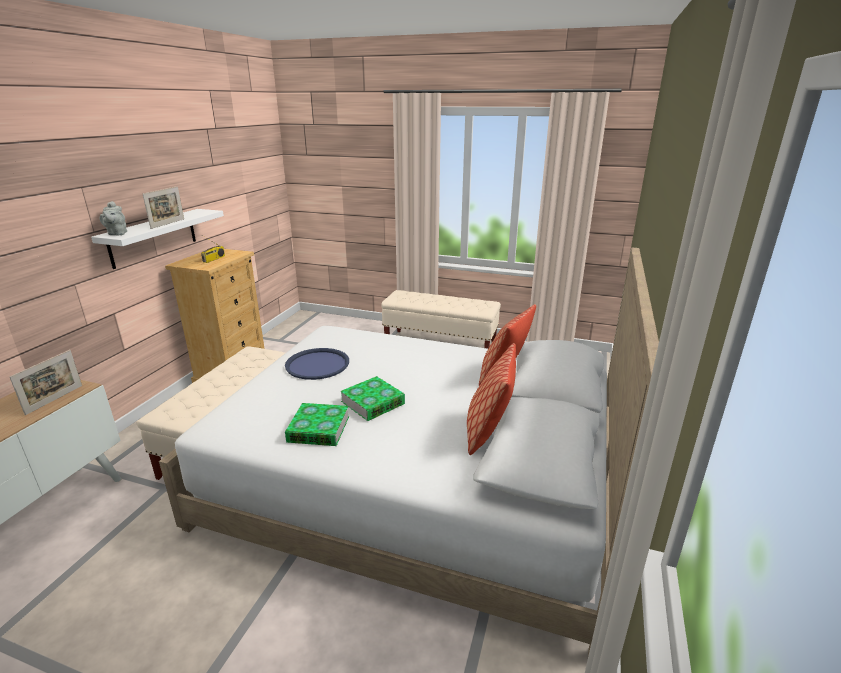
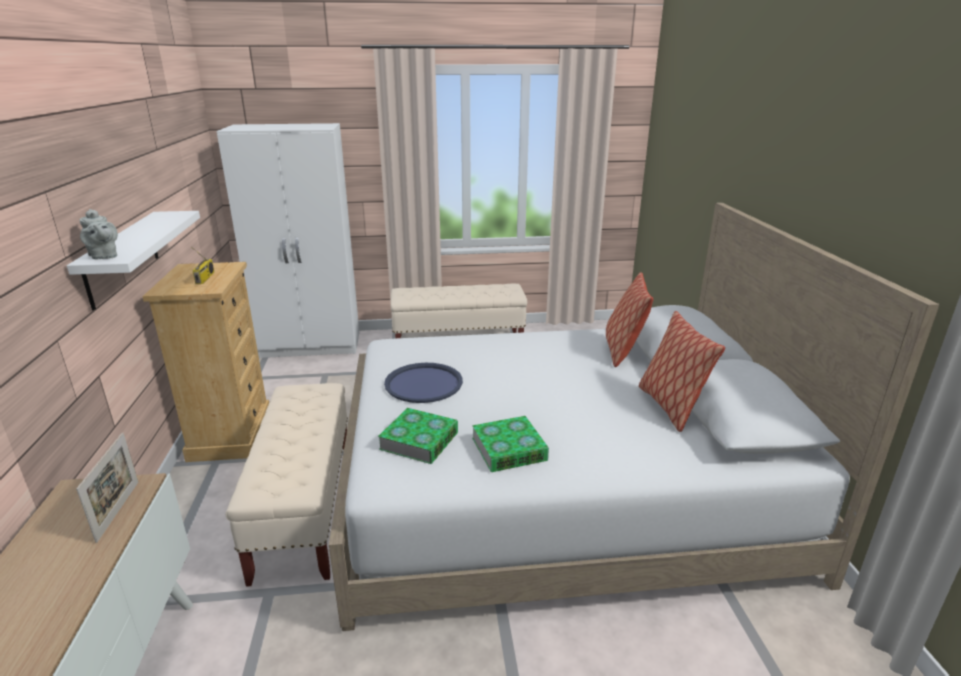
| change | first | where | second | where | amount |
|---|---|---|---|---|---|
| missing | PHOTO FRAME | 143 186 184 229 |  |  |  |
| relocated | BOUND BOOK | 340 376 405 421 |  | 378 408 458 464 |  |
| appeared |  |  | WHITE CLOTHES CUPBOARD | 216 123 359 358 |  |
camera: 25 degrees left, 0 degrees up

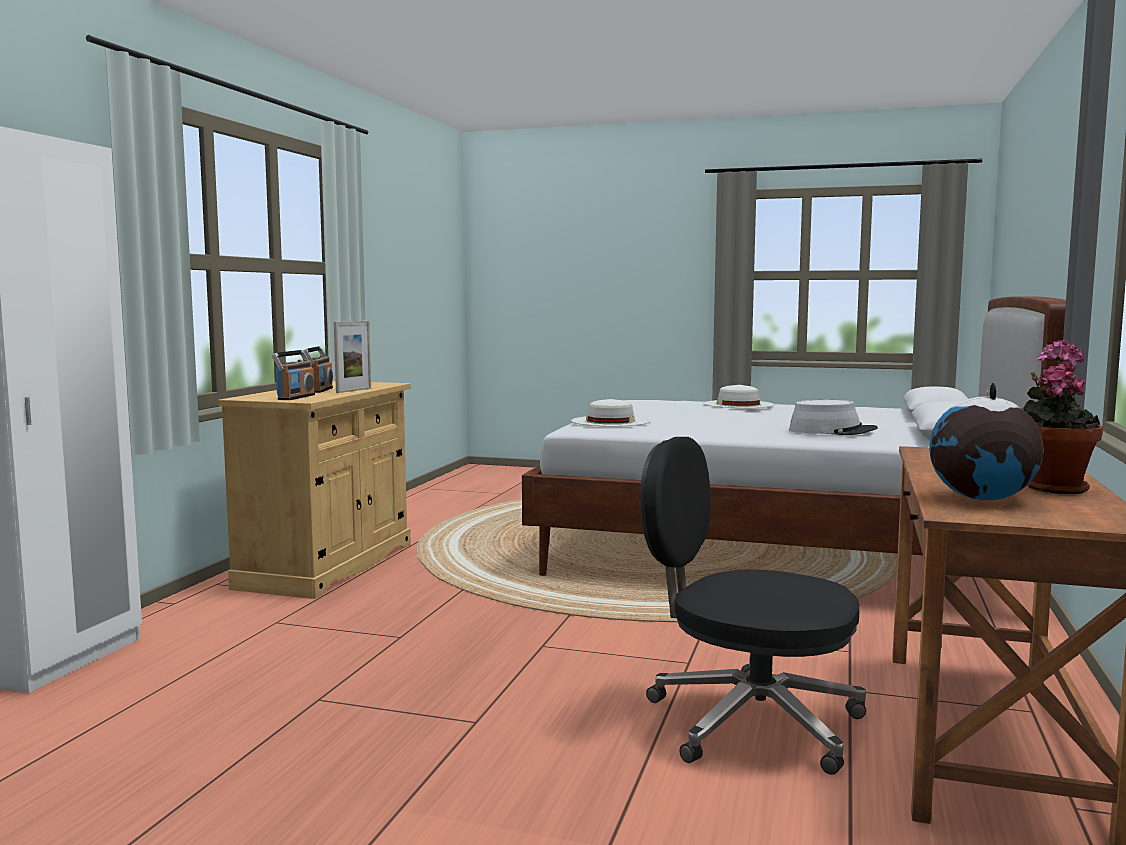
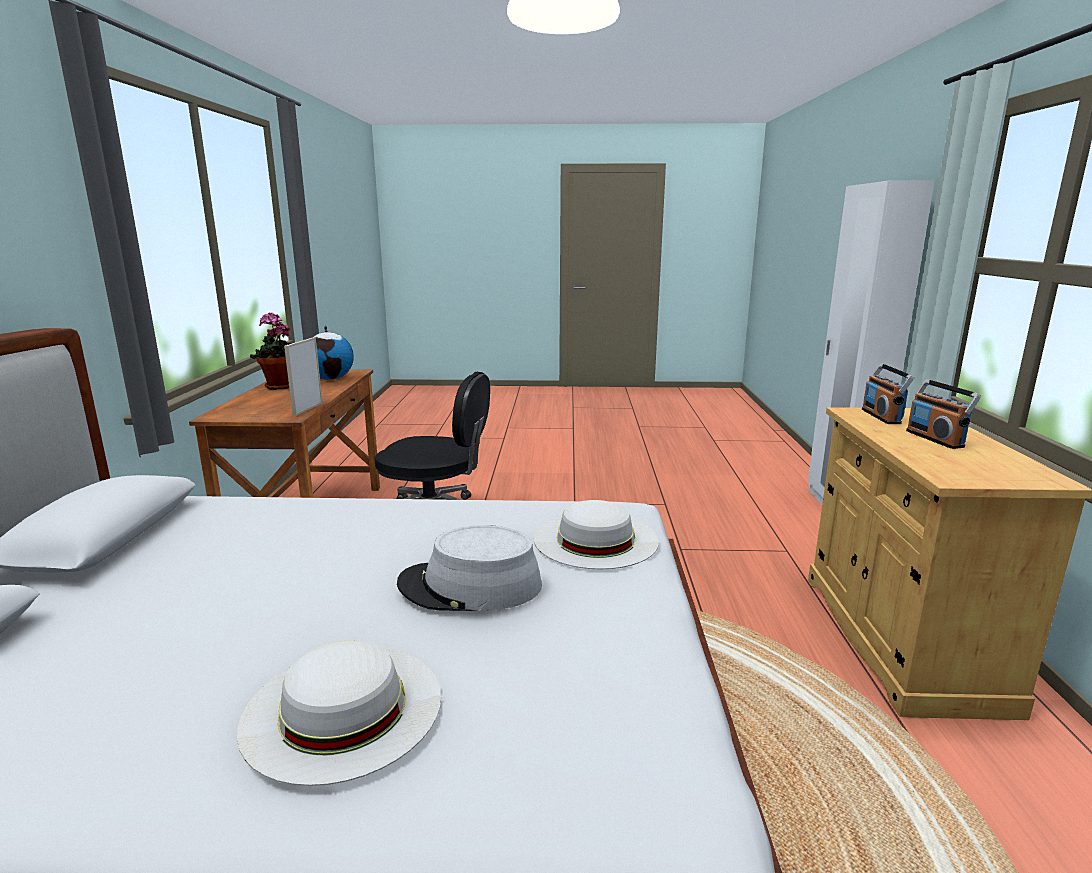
| change | first | where | second | where | amount |
|---|---|---|---|---|---|
| relocated | PHOTO FRAME | 334 321 371 393 |  | 284 337 323 416 |  |
| relocated | GREYISH HAT | 789 400 878 435 |  | 397 525 542 611 |  |
camera: 165 degrees right, 10 degrees up

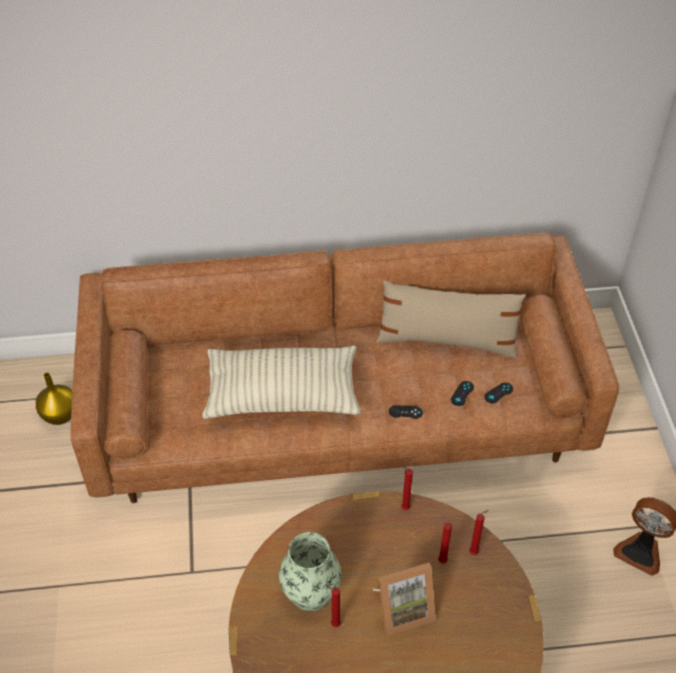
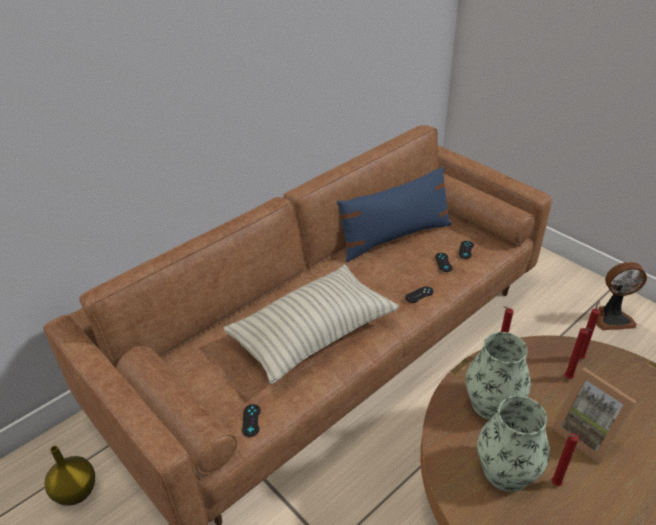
| change | first | where | second | where | amount |
|---|---|---|---|---|---|
| colour | BEIGE CUSHION | 376 281 526 358 | BLUISH CUSHION | 337 166 452 262 |  |
| spun | PHOTO FRAME | 373 563 436 636 |  | 552 368 637 464 | 105 degrees clockwise |
| appeared |  |  | DECORATIVE VASE | 466 332 531 420 |  |
| appeared |  |  | BLACK-COLOURED JOYPAD | 242 404 261 437 |  |
camera: 35 degrees left, 10 degrees down

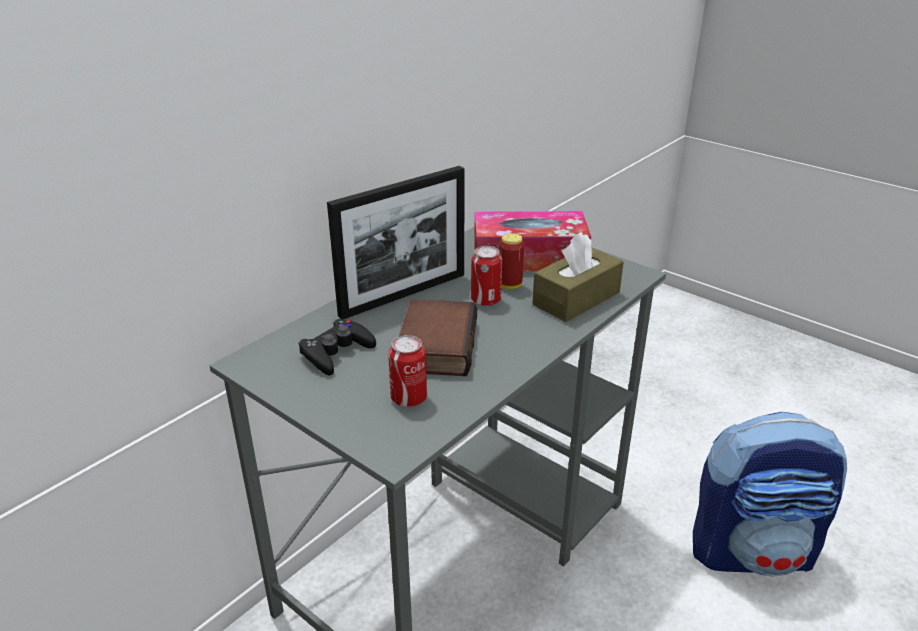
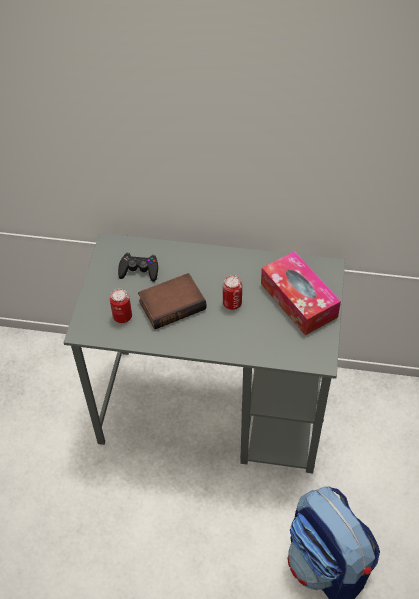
| change | first | where | second | where | amount |
|---|---|---|---|---|---|
| missing | PHOTO FRAME | 327 166 465 319 |  |  |  |
| missing | BROWN TISSUE HOLDER | 532 232 624 322 |  |  |  |
| missing | METAL CAN | 499 233 524 289 |  |  |  |
camera: 60 degrees right, 20 degrees up

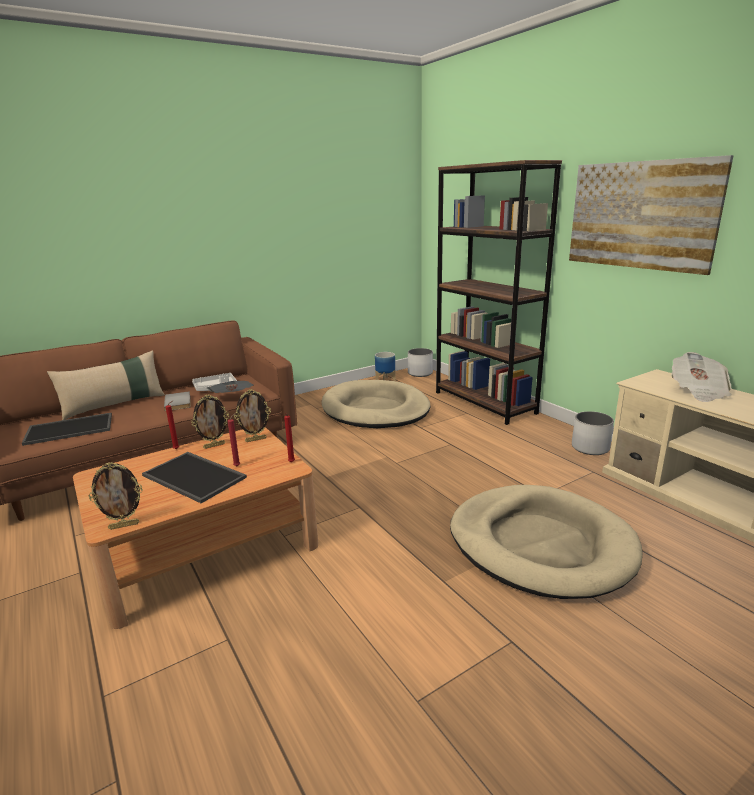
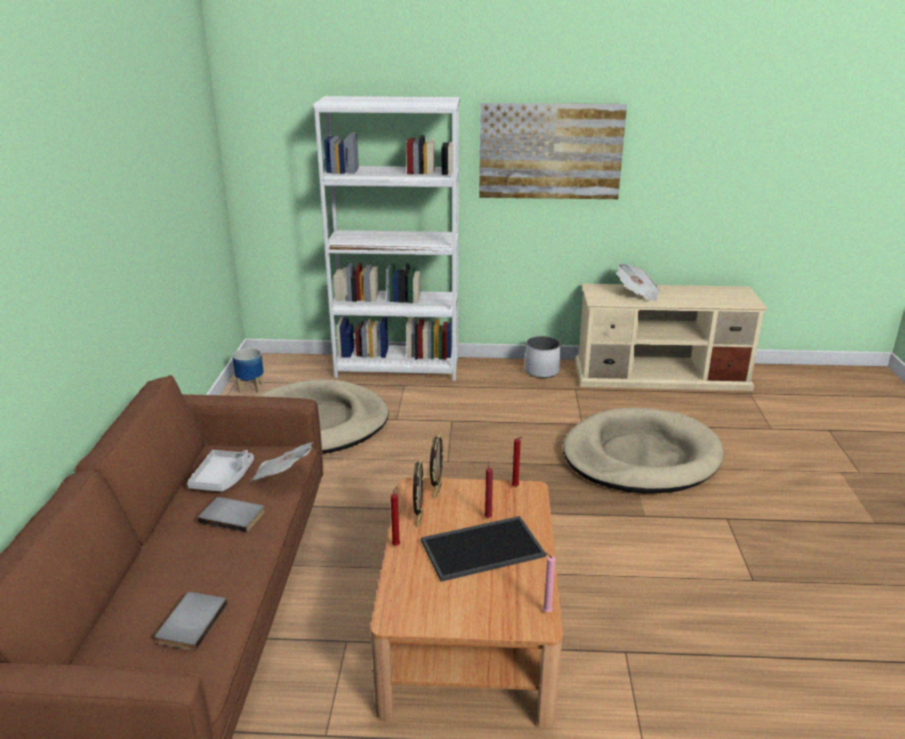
| change | first | where | second | where | amount |
|---|---|---|---|---|---|
| colour | BROWN SHELVING UNIT | 436 160 562 425 | WHITE SHELVING UNIT | 313 96 460 381 |  |
| missing | WHITE PLANTER | 408 348 433 377 |  |  |  |
| missing | BEIGE CUSHION | 47 350 165 420 |  |  |  |
| exchanged | SERVING TRAY | 22 413 112 446 | GREYISH BOUND BOOK | 155 592 228 651 |  |
| exchanged | PHOTO FRAME | 89 462 143 530 | PINK-COLOURED CANDLE | 543 551 555 612 |  |
camera: 55 degrees left, 5 degrees up

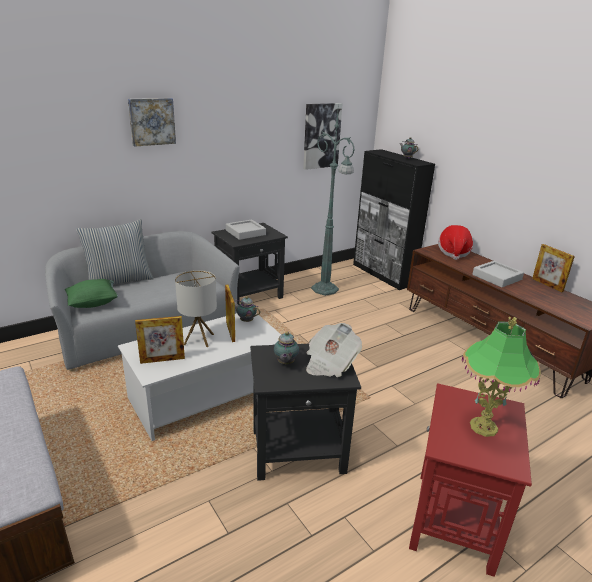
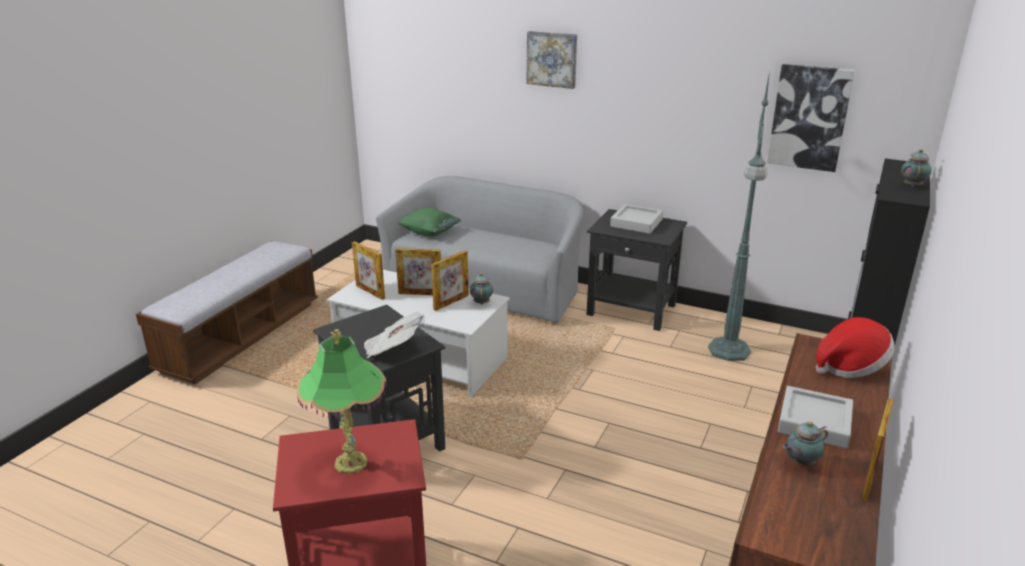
| change | first | where | second | where | amount |
|---|---|---|---|---|---|
| missing | CUSHION | 76 219 154 285 |  |  |  |
| exchanged | TABLETOP LAMP | 175 270 217 347 | PHOTO FRAME | 395 248 441 295 |  |
| relocated | POT FOR TEA | 274 331 299 364 |  | 783 422 828 466 |  |
camera: 60 degrees right, 0 degrees up

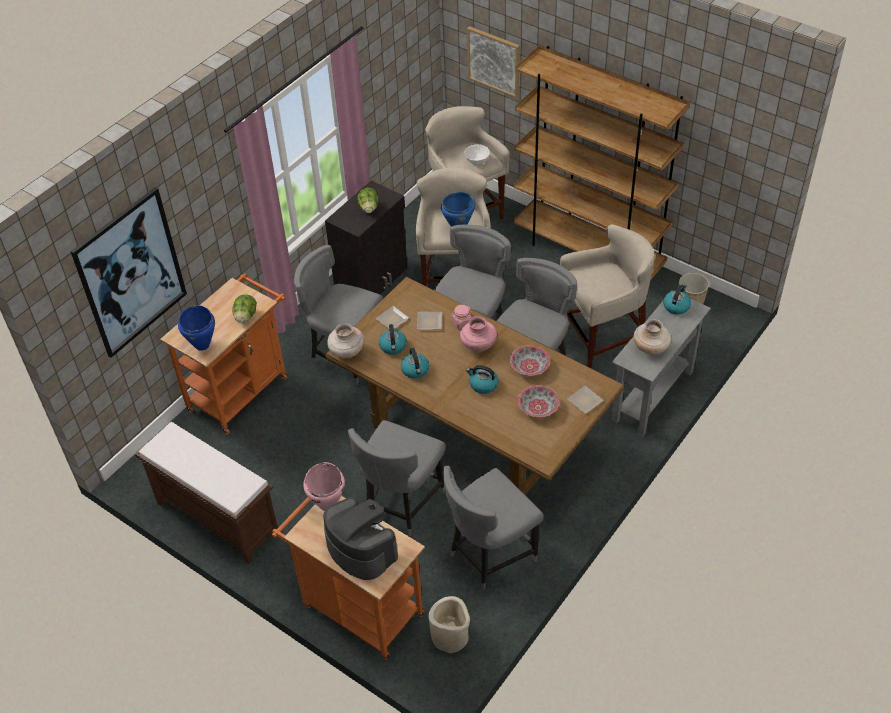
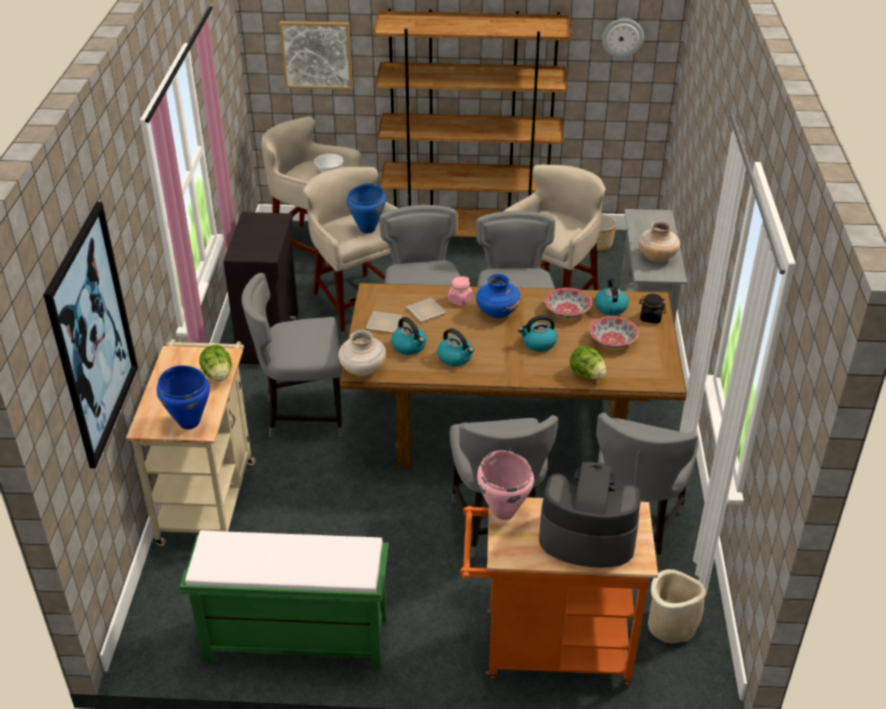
| change | first | where | second | where | amount |
|---|---|---|---|---|---|
| relocated | LETTUCE HEAD | 357 188 379 213 |  | 570 345 606 379 |  |
| colour | ORANGE WHEELED CART | 160 274 288 435 | BEIGE WHEELED CART | 126 339 255 546 |  |
| relocated | KETTLE | 663 284 691 315 |  | 595 279 629 315 |  |
| colour | PINK-COLOURED DECORATIVE VASE | 460 316 497 352 | BLUISH DECORATIVE VASE | 476 274 521 318 |  |
| exchanged | PLATE | 567 386 604 414 | BLACK-COLOURED STORAGE JAR | 639 294 666 324 |  |
| colour | BROWN BENCH | 135 422 278 564 | GREENISH BENCH | 180 530 389 670 |  |
| appeared |  |  | CLOCK ON THE WALL | 602 18 644 58 |  |
camera: 35 degrees left, 10 degrees down

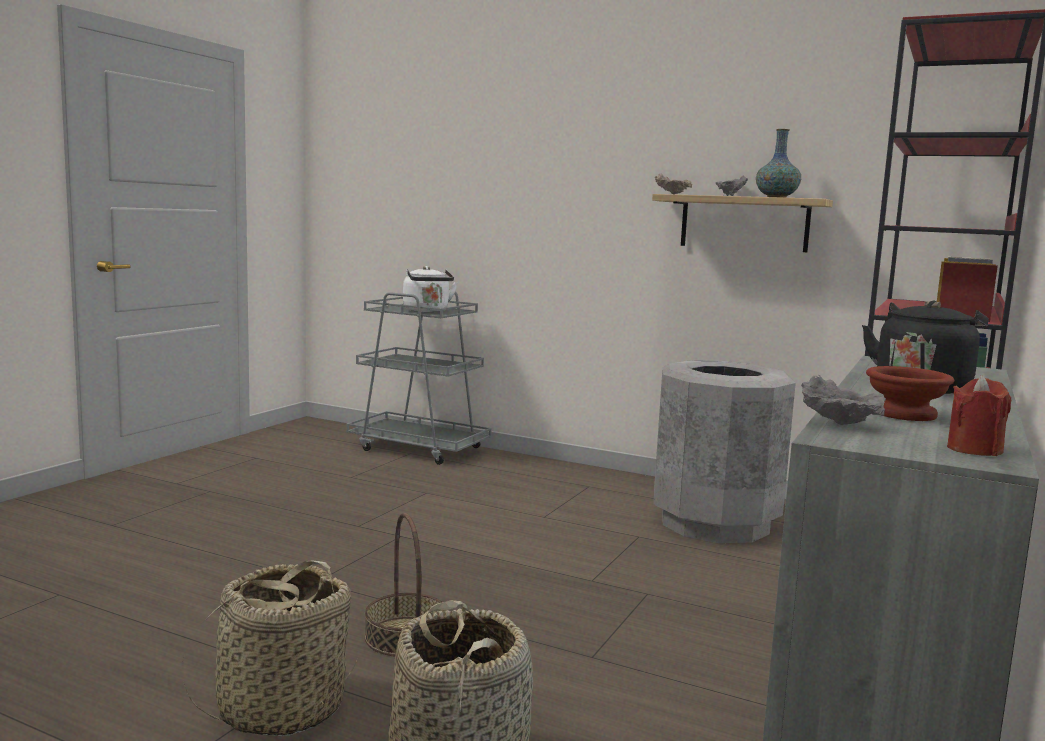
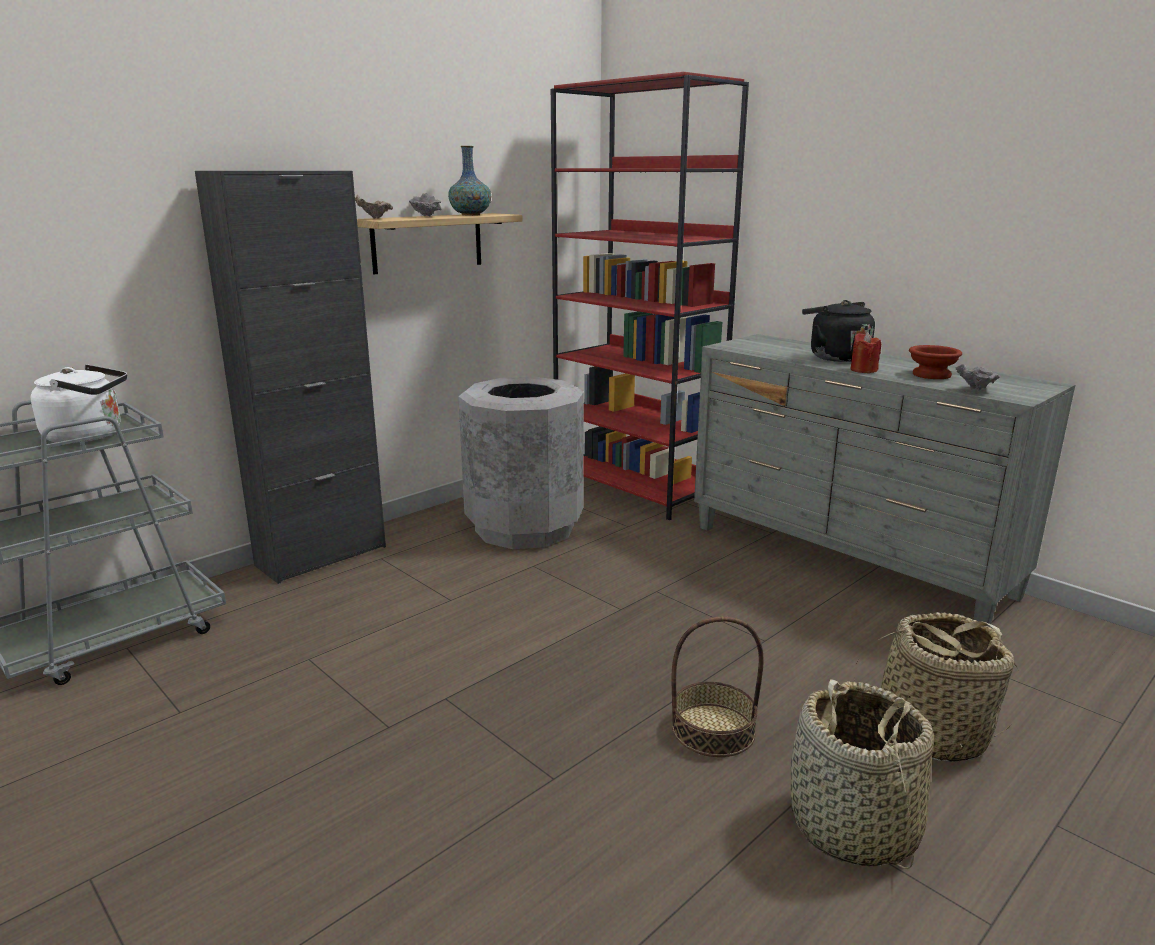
| change | first | where | second | where | amount |
|---|---|---|---|---|---|
| relocated | RED CANDLE | 947 375 1011 456 |  | 850 332 881 373 |  |
| appeared |  |  | BLACK-COLOURED CABINET | 195 171 386 584 |  |
camera: 70 degrees left, 10 degrees up

